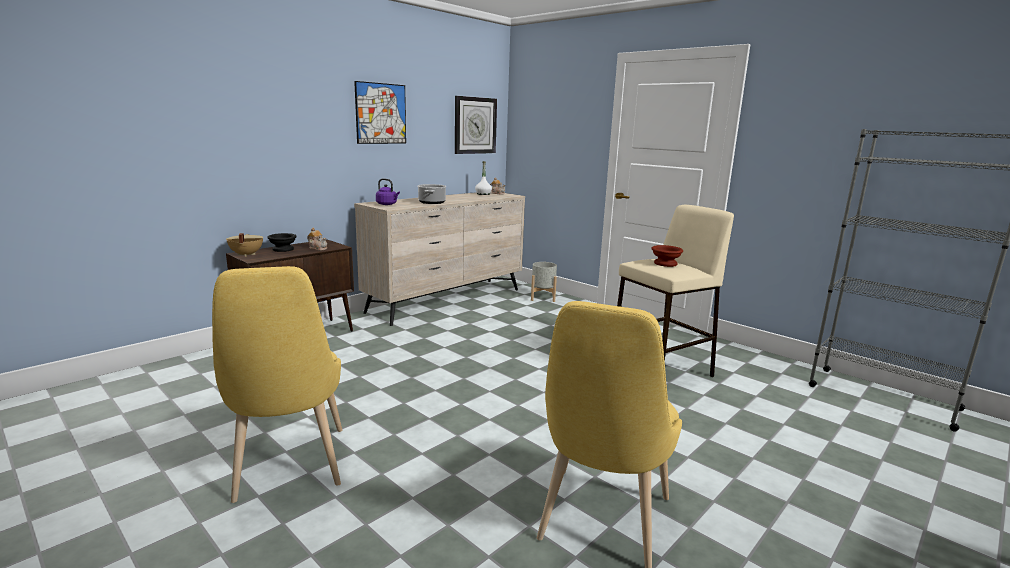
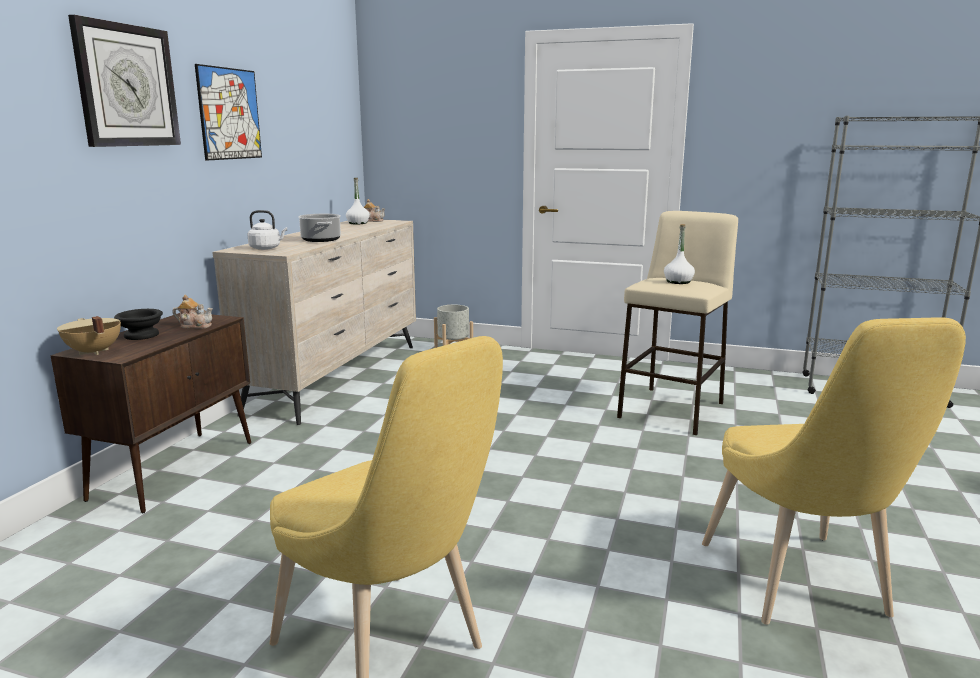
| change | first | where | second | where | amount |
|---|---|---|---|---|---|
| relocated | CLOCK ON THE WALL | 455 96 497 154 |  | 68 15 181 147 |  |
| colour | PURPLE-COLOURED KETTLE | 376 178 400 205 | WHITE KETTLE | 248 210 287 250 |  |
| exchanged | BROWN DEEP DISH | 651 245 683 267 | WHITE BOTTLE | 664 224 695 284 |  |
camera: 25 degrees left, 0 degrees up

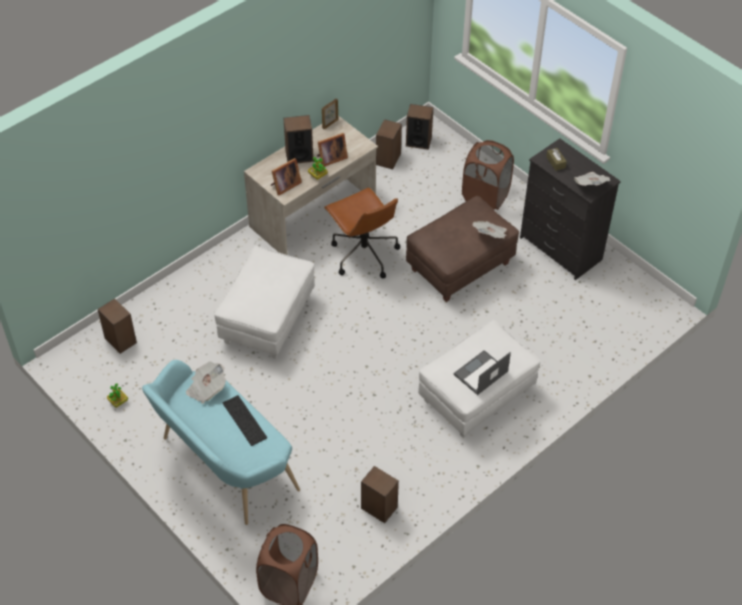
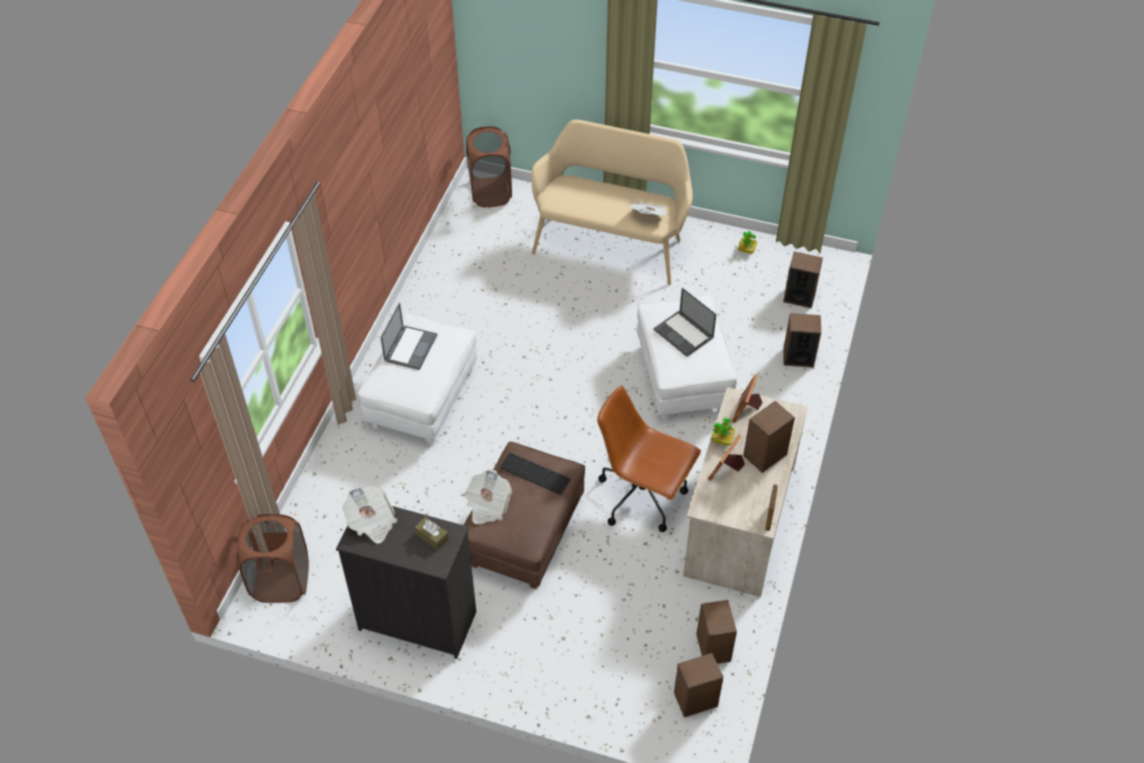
| change | first | where | second | where | amount |
|---|---|---|---|---|---|
| relocated | BROWN WASHING BASKET | 462 140 514 210 |  | 237 513 309 603 |  |
| colour | BLUE-GREEN BENCH | 142 360 300 525 | BEIGE BENCH | 531 120 693 285 |  |
| relocated | PC KEYBOARD | 223 395 267 446 |  | 500 453 570 495 |  |
| relocated | SPEAKER | 361 466 399 523 |  | 783 313 821 368 |  |
| appeared |  |  | NOTEBOOK COMPUTER | 653 288 717 357 |  |
camera: 150 degrees right, 0 degrees up

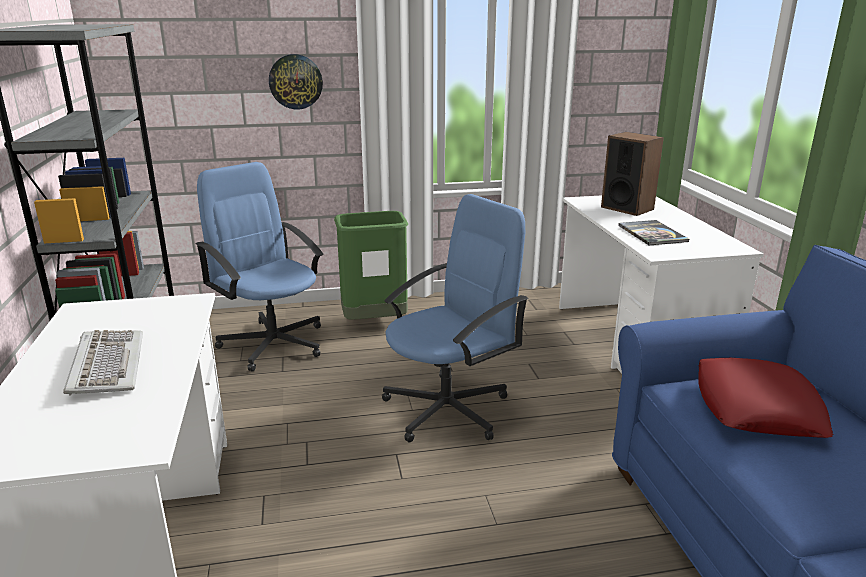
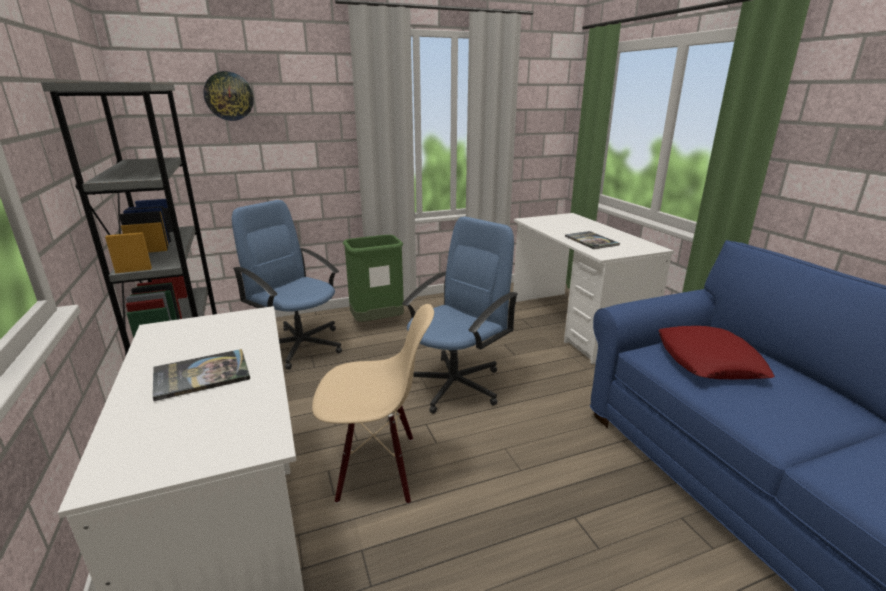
| change | first | where | second | where | amount |
|---|---|---|---|---|---|
| relocated | CLOCK ON THE WALL | 269 54 323 110 |  | 203 71 254 121 |  |
| missing | SPEAKER | 601 132 664 216 |  |  |  |
| exchanged | PC KEYBOARD | 63 330 143 396 | BOUND BOOK | 153 349 250 401 |  |
| appeared |  |  | BEIGE CHAIR | 312 304 434 504 |  |
camera: 10 degrees left, 0 degrees up

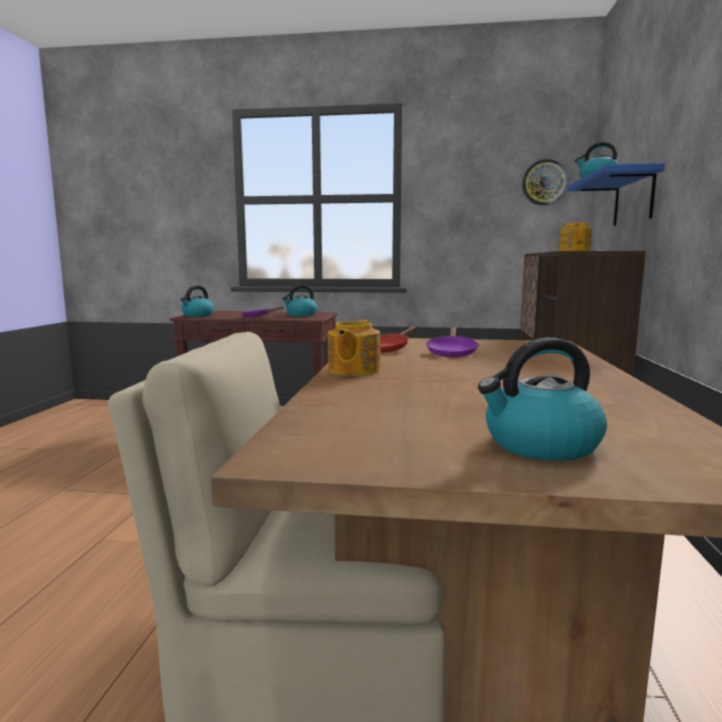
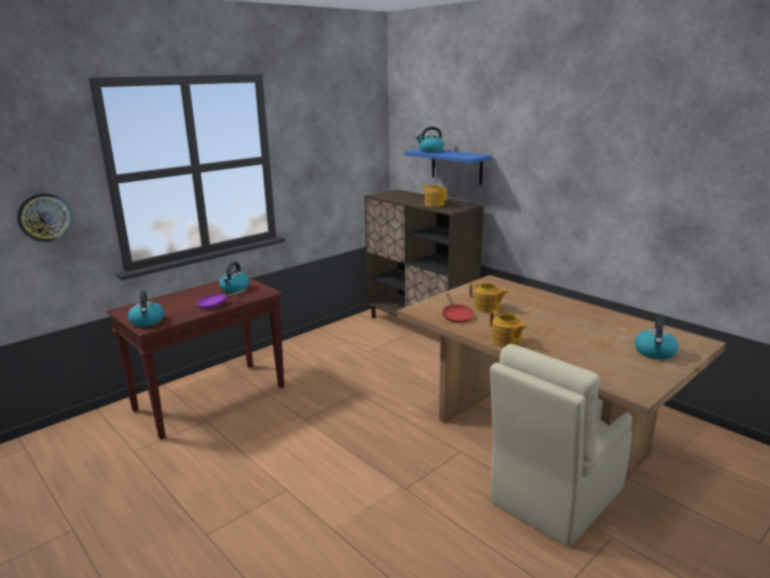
| change | first | where | second | where | amount |
|---|---|---|---|---|---|
| relocated | CLOCK ON THE WALL | 522 159 569 206 |  | 16 193 73 242 |  |
| exchanged | PURPLE-COLOURED SKILLET | 426 326 479 357 | POT FOR TEA | 469 282 509 313 |  |
camera: 50 degrees left, 10 degrees up

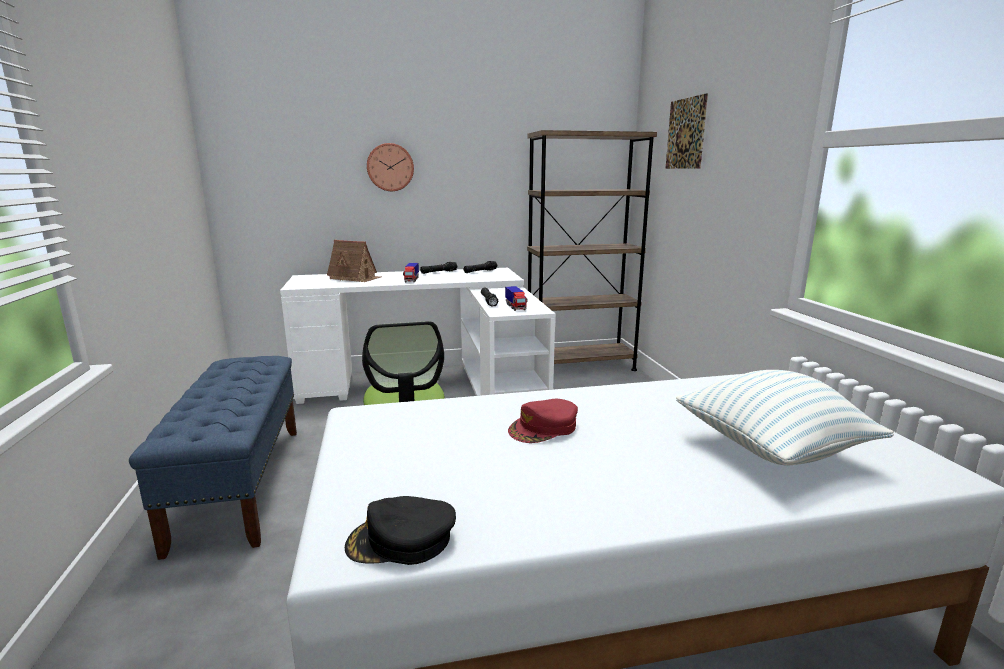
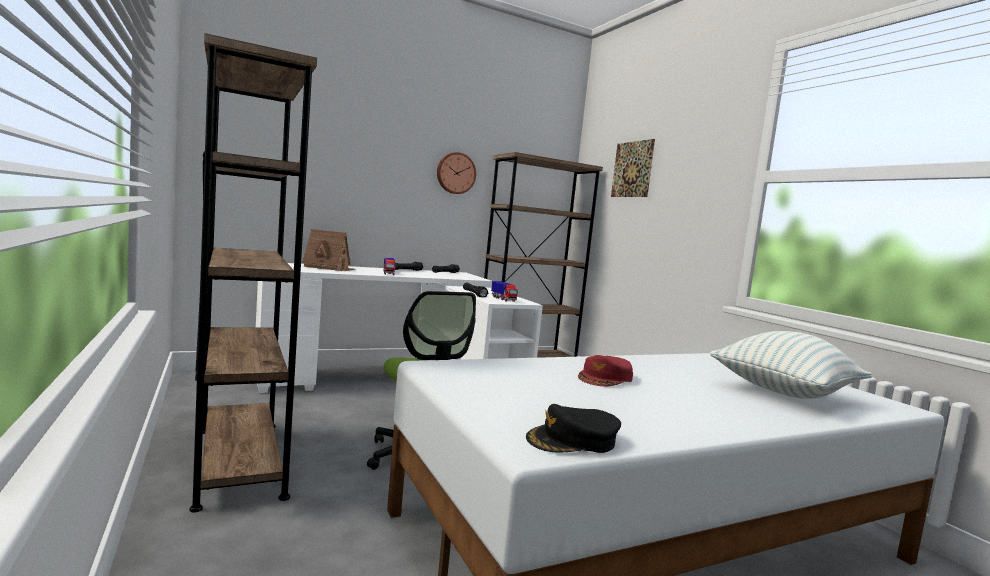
| change | first | where | second | where | amount |
|---|---|---|---|---|---|
| relocated | CLOCK ON THE WALL | 367 143 414 191 |  | 437 152 476 194 |  |
| exchanged | BLUISH BENCH | 129 356 297 560 | BROWN SHELVING UNIT | 189 33 317 512 |  |
camera: 15 degrees left, 10 degrees down

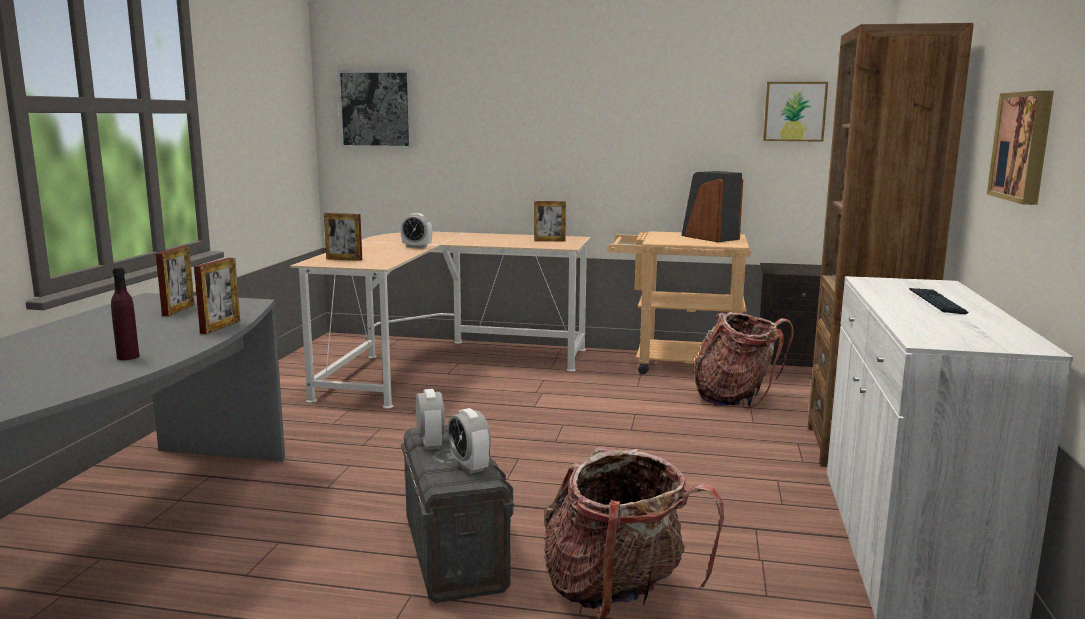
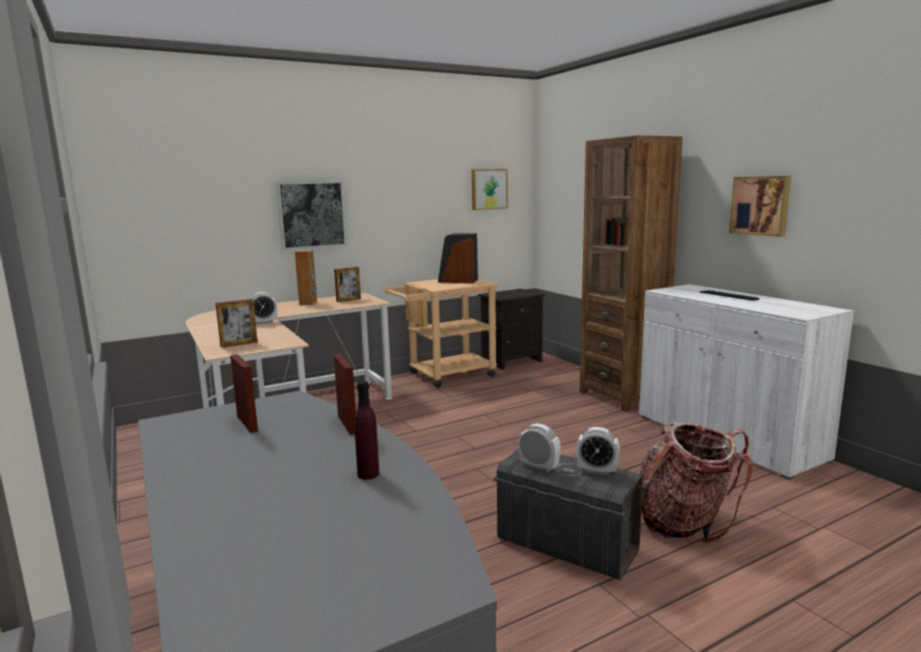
| change | first | where | second | where | amount |
|---|---|---|---|---|---|
| relocated | PICTURE | 337 70 414 149 |  | 276 181 347 250 |  |
| missing | RUCKSACK | 694 312 794 409 |  |  |  |
| appeared |  |  | BROWN SPEAKER | 295 250 317 305 |  |
camera: 40 degrees left, 0 degrees up

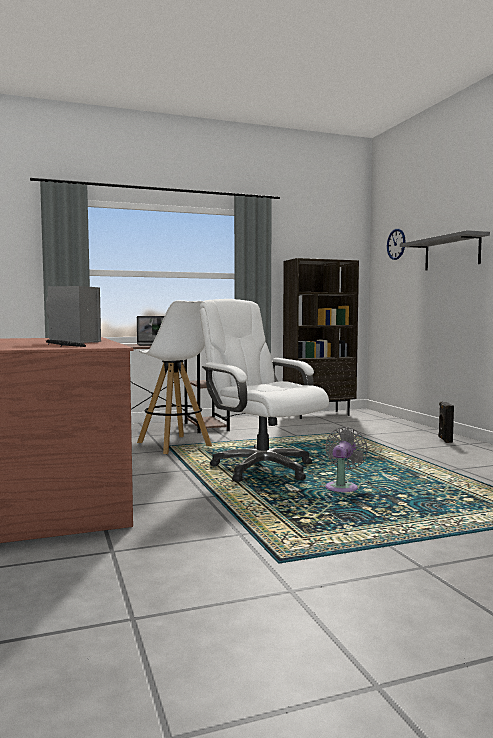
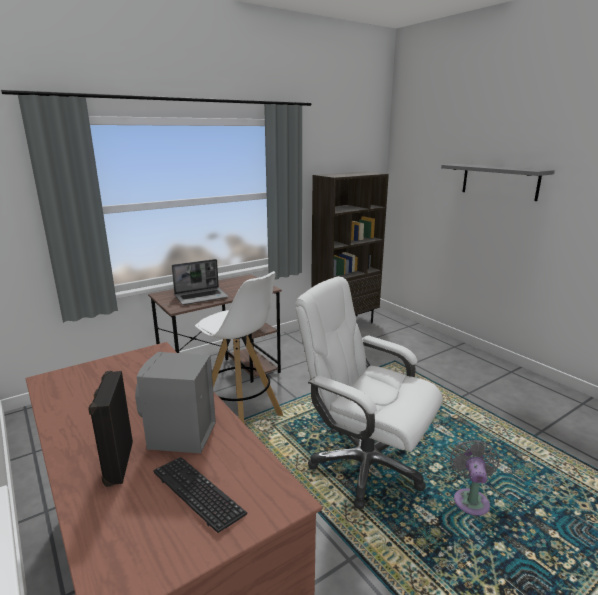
| change | first | where | second | where | amount |
|---|---|---|---|---|---|
| missing | CLOCK ON THE WALL | 387 229 406 260 |  |  |  |
| relocated | BLACK-COLOURED SPEAKER | 438 401 454 443 |  | 88 371 133 487 |  |
camera: 15 degrees left, 15 degrees up

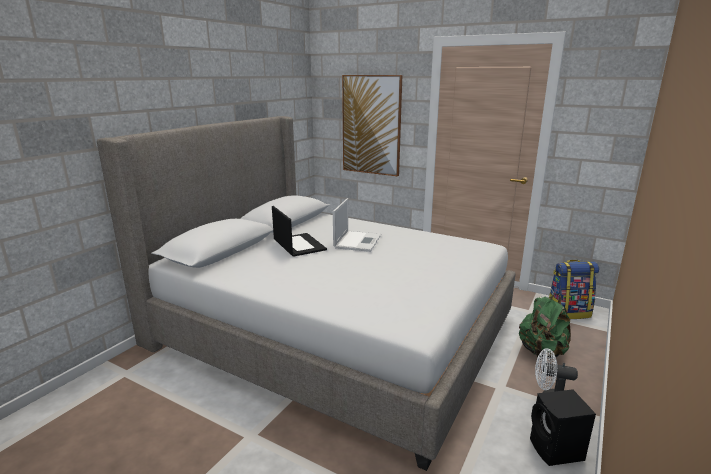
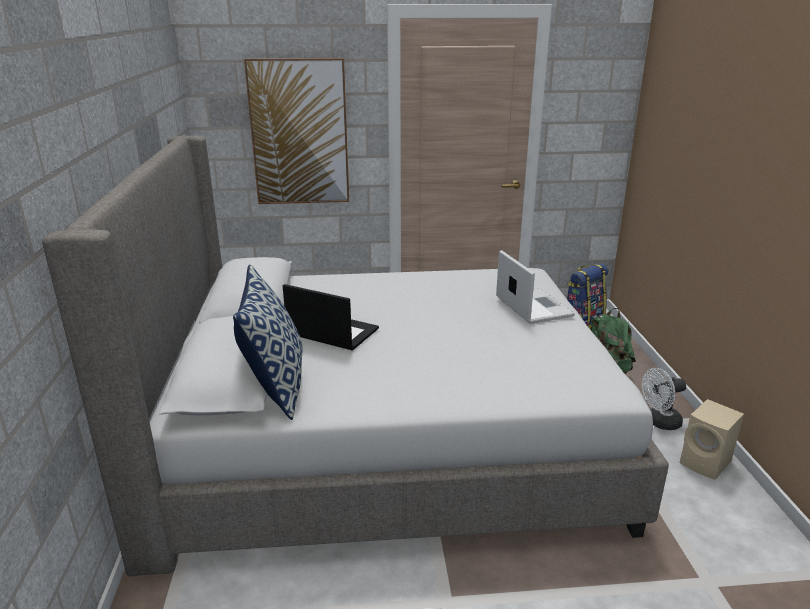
| change | first | where | second | where | amount |
|---|---|---|---|---|---|
| relocated | NOTEBOOK COMPUTER | 333 198 381 252 |  | 496 250 575 324 |  |
| colour | BLACK-COLOURED SPEAKER | 530 389 596 466 | BEIGE SPEAKER | 680 399 744 480 |  |
| appeared |  |  | CUSHION | 233 264 302 420 |  |
camera: 35 degrees left, 5 degrees up

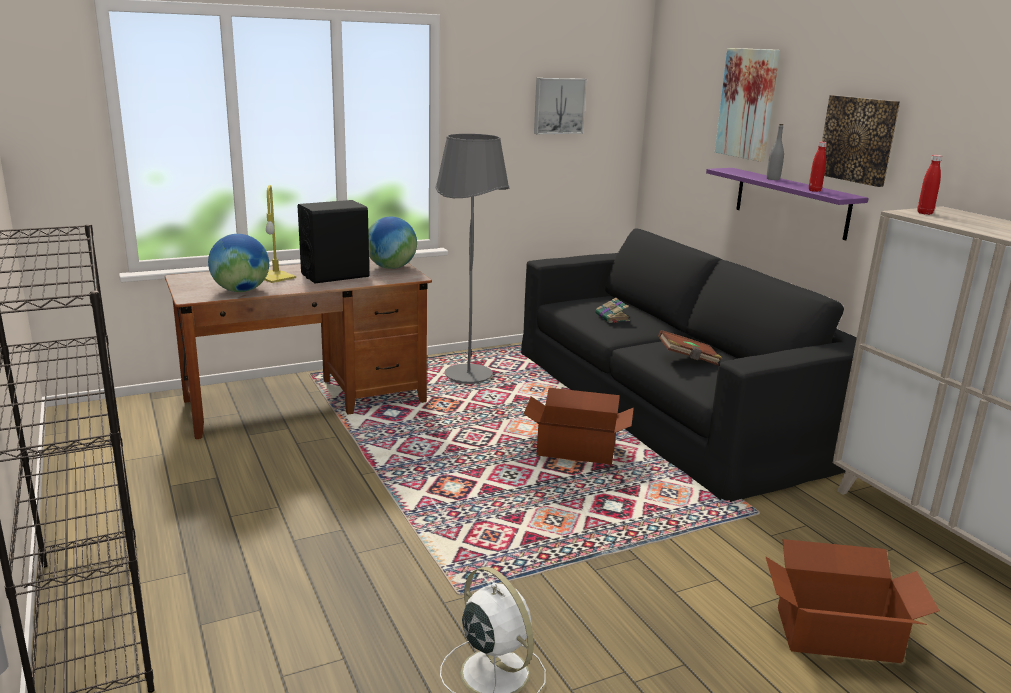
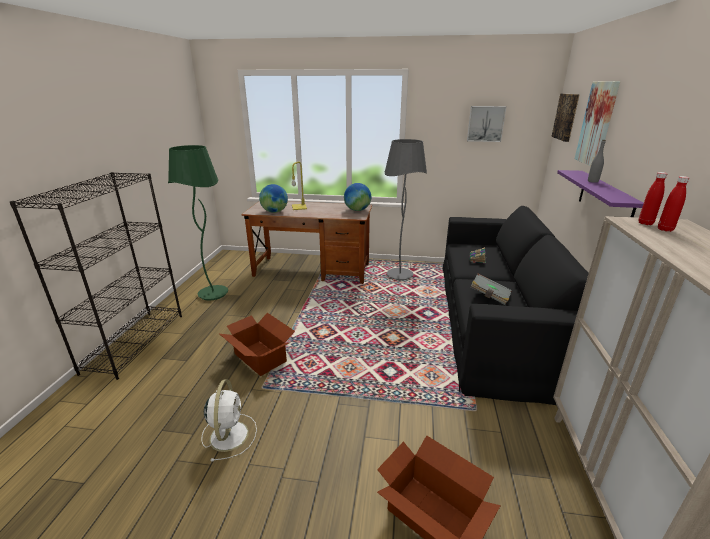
| change | first | where | second | where | amount |
|---|---|---|---|---|---|
| relocated | PICTURE | 822 95 900 187 |  | 551 93 579 142 |  |
| relocated | RED BOTTLE | 809 142 827 192 |  | 658 176 689 232 |  |
| missing | BLACK-COLOURED SPEAKER | 298 200 369 283 |  |  |  |
| colour | BROWN BOUND BOOK | 658 330 722 365 | GREYISH BOUND BOOK | 470 274 512 305 |  |
| relocated | PACKING BOX | 524 388 634 465 |  | 220 313 295 376 |  |
| appeared |  |  | GREENISH STANDING LAMP | 168 145 228 301 |  |
camera: 35 degrees right, 5 degrees up

